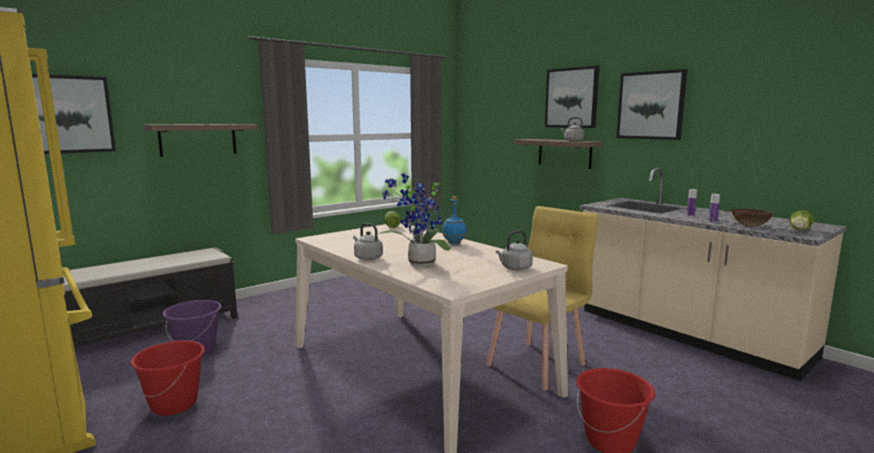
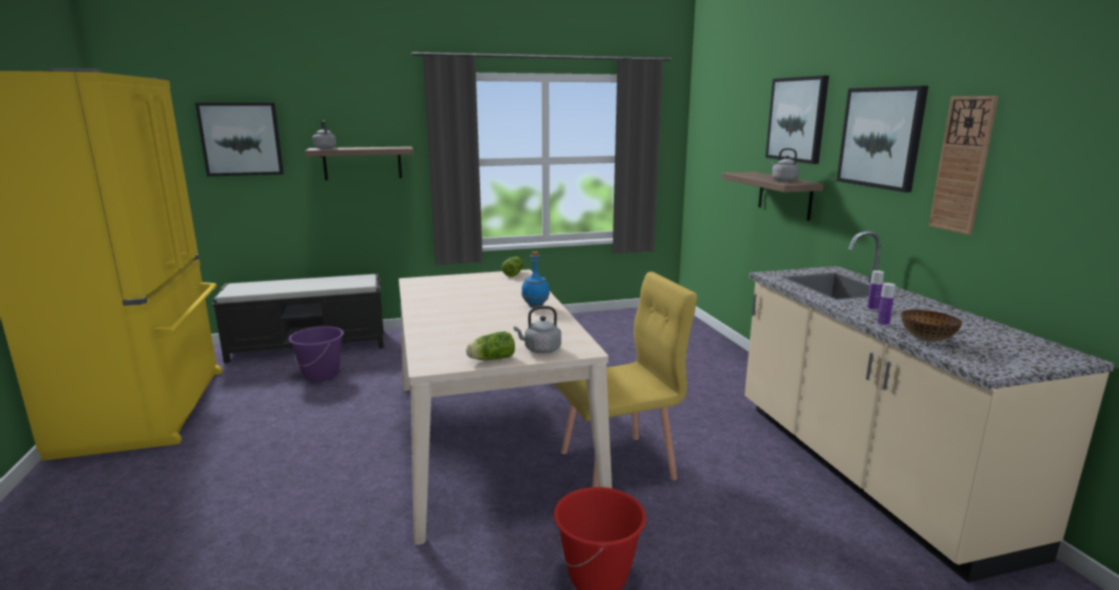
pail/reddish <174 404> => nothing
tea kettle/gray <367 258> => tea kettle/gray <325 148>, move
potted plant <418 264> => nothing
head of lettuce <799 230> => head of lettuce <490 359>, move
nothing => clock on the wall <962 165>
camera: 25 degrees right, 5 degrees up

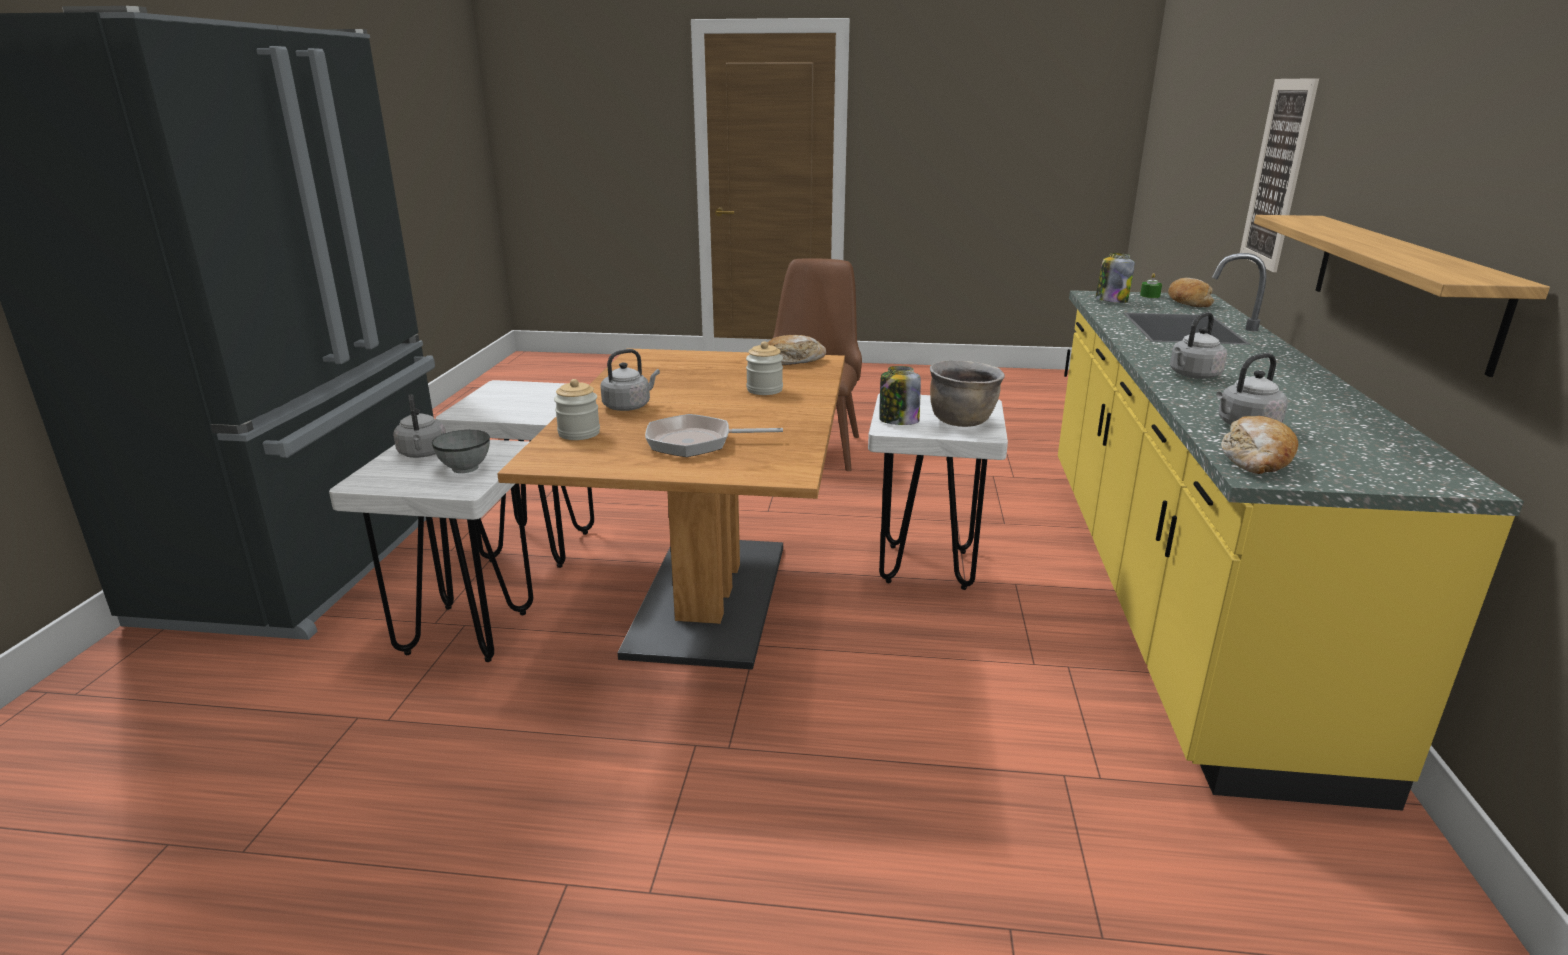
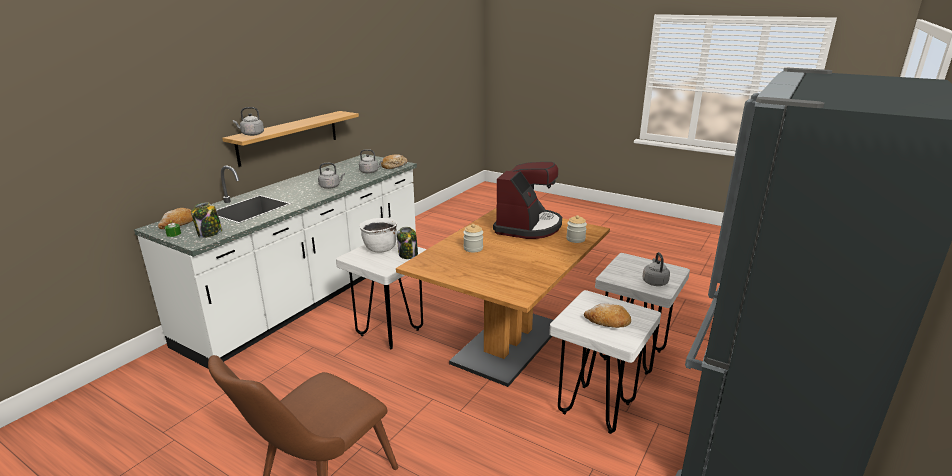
serving bowl/gray <465 468> => nothing
tea kettle/gray <629 406> => tea kettle/gray <251 134>, move
frying pan <696 442> => coffee maker <528 226>
bread <792 360> => bread <607 322>, move
saucepot/brownish <962 421> => saucepot/white <380 249>
kitchen counter/yellow-coloured <1172 593> => kitchen counter/white <312 294>
picture <1277 174> => nothing
camera: 155 degrees left, 0 degrees up

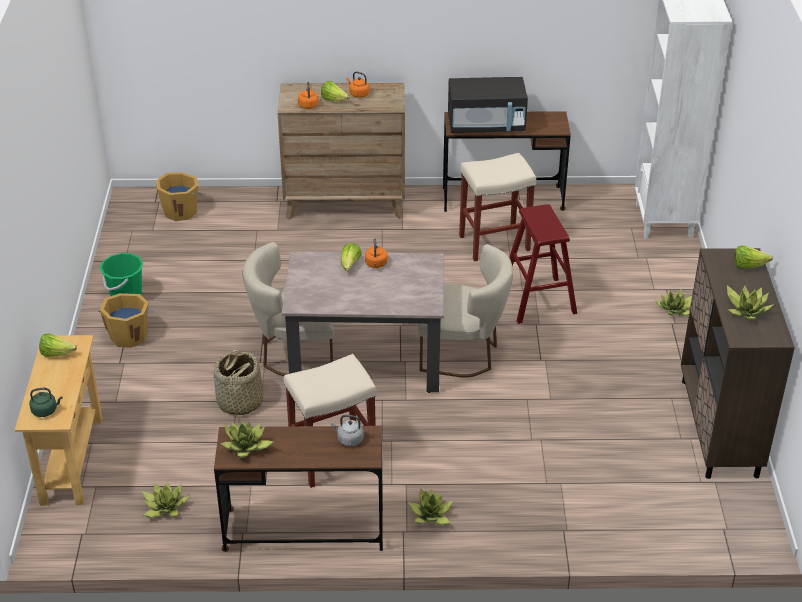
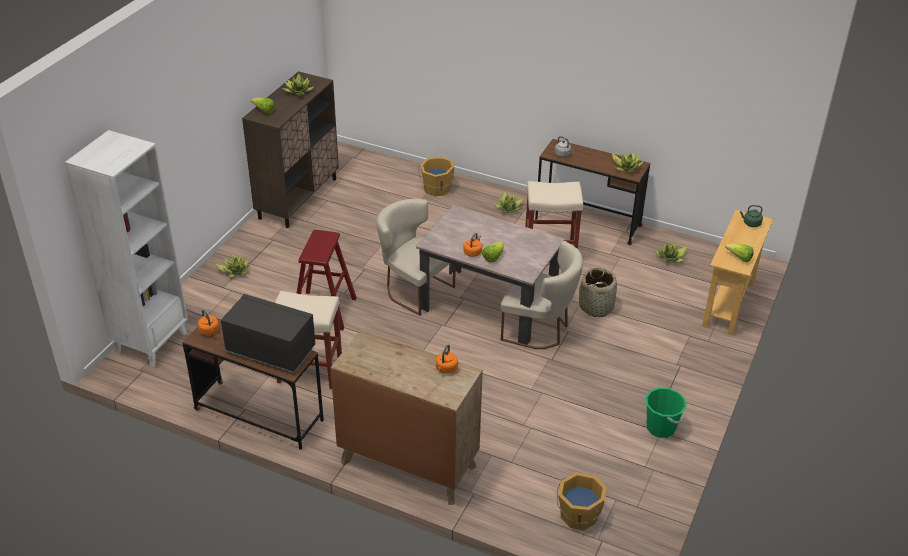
pail/orangey <129 335> => pail/orangey <436 189>, move
head of lettuce <334 100> => nothing
tea kettle/orangey <358 94> => tea kettle/orangey <209 331>, move
camera: 155 degrees left, 0 degrees up

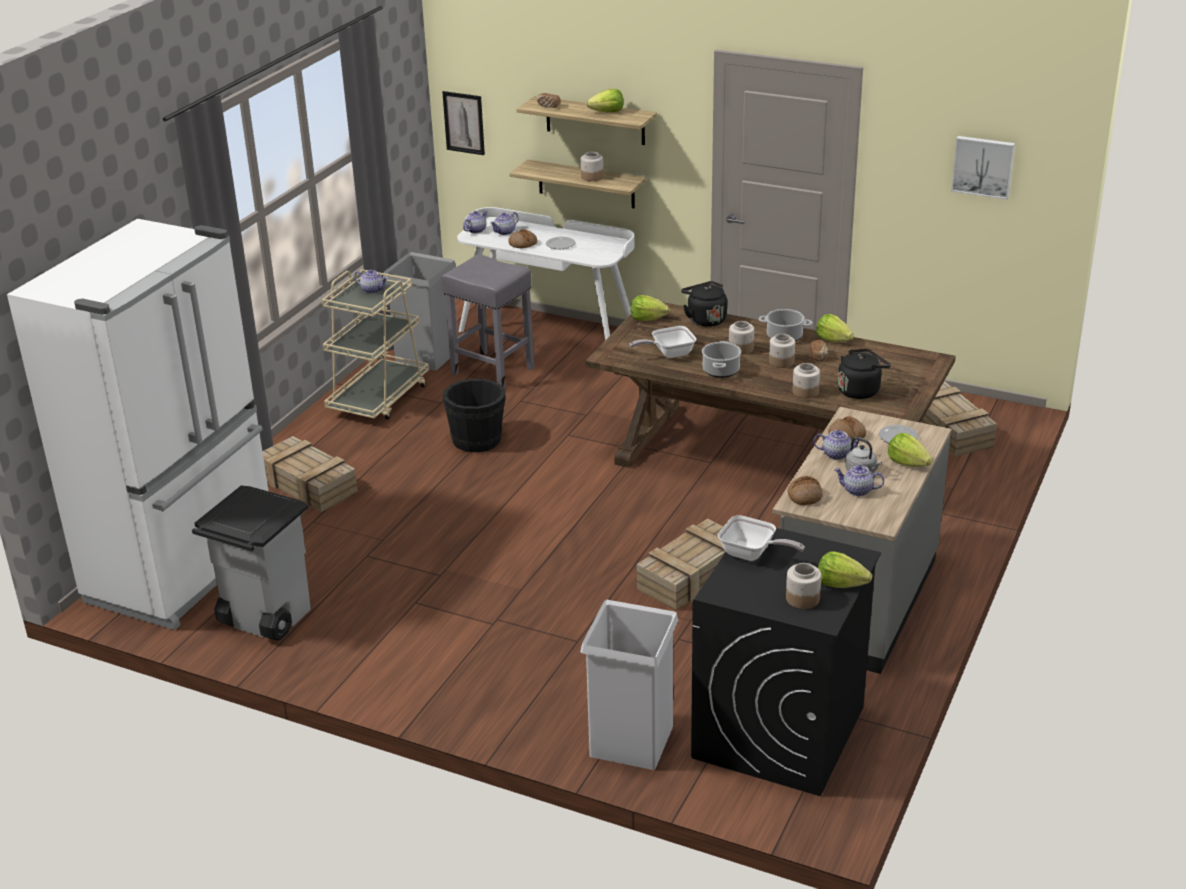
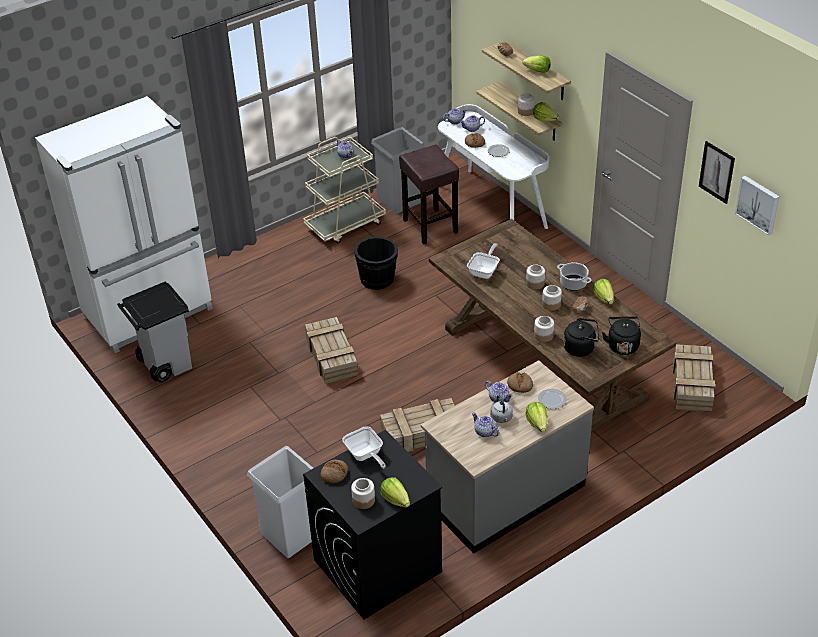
packing crate <309 485> => packing crate <332 357>, move
picture <464 123> => picture <716 172>, move
sitting stool/gray <491 371> => sitting stool/brownish <429 226>
frying pan <668 354> => frying pan <484 271>, 105 degrees clockwise
head of lettuce <647 319> => head of lettuce <545 119>, move
tea kettle/black <705 319> => tea kettle/black <622 345>, move
saucepot <721 371> => nothing
bread <804 496> => bread <334 474>, move
camera: 30 degrees right, 10 degrees up

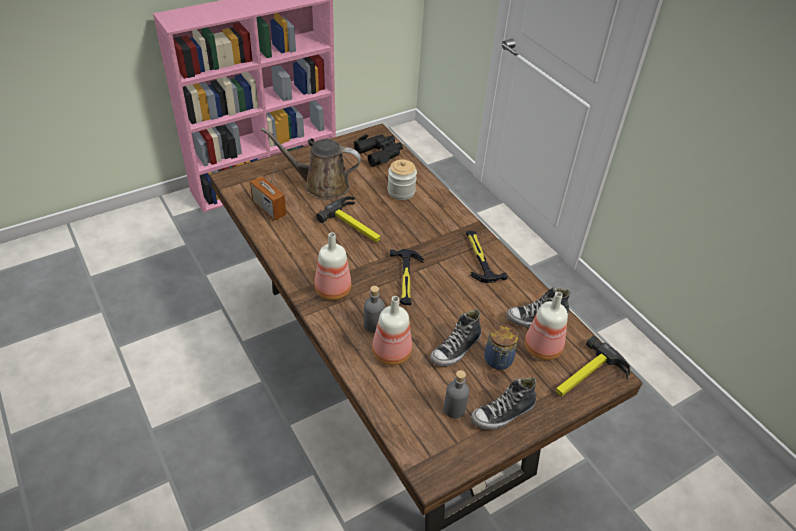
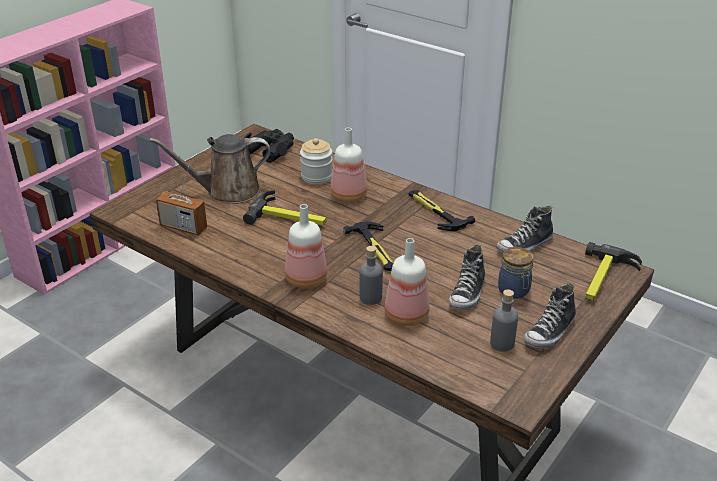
drink bottle <542 347> => drink bottle <348 195>, move
camera: 20 degrees left, 10 degrees down

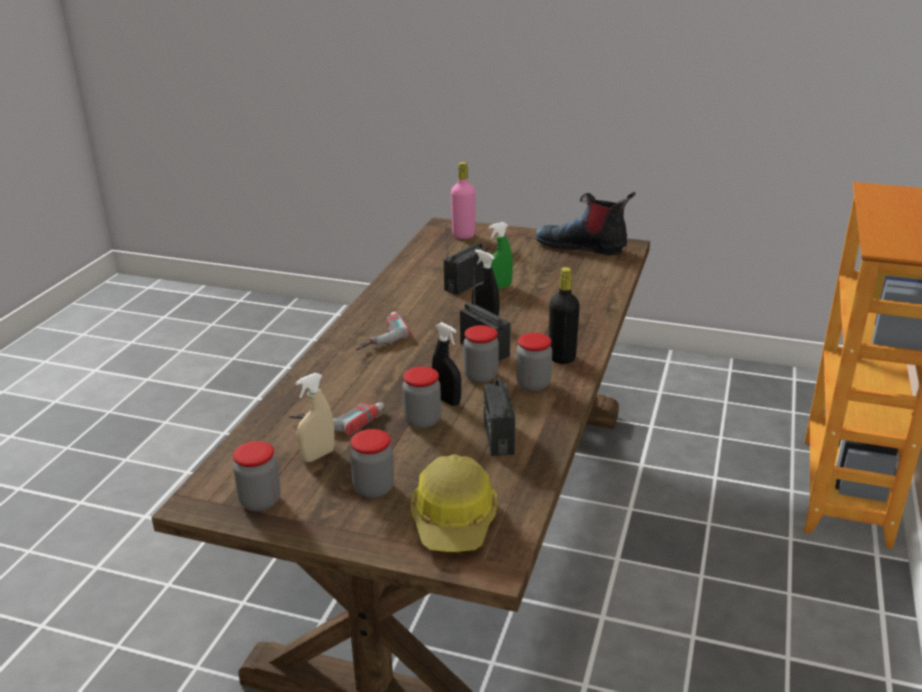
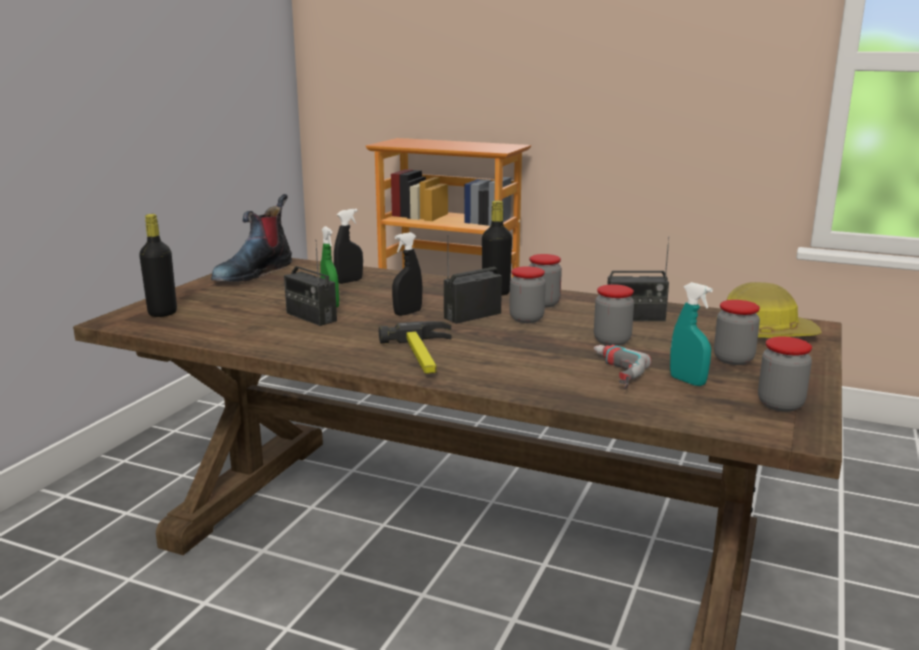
spray bottle/beige-coloured <318 455> => spray bottle/turquoise <687 381>
power drill <378 335> => tool hammer <424 356>
spray bottle/black <447 400> => spray bottle/black <349 281>, move
drink bottle/pink <463 235> => drink bottle/black <162 313>
camera: 85 degrees left, 10 degrees down

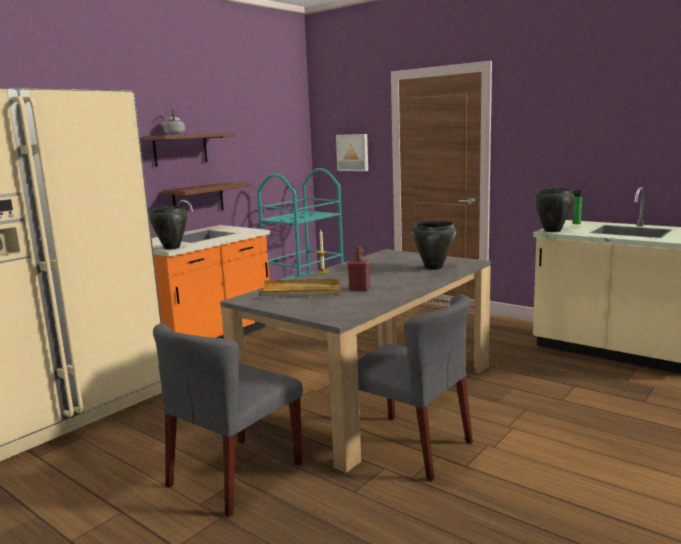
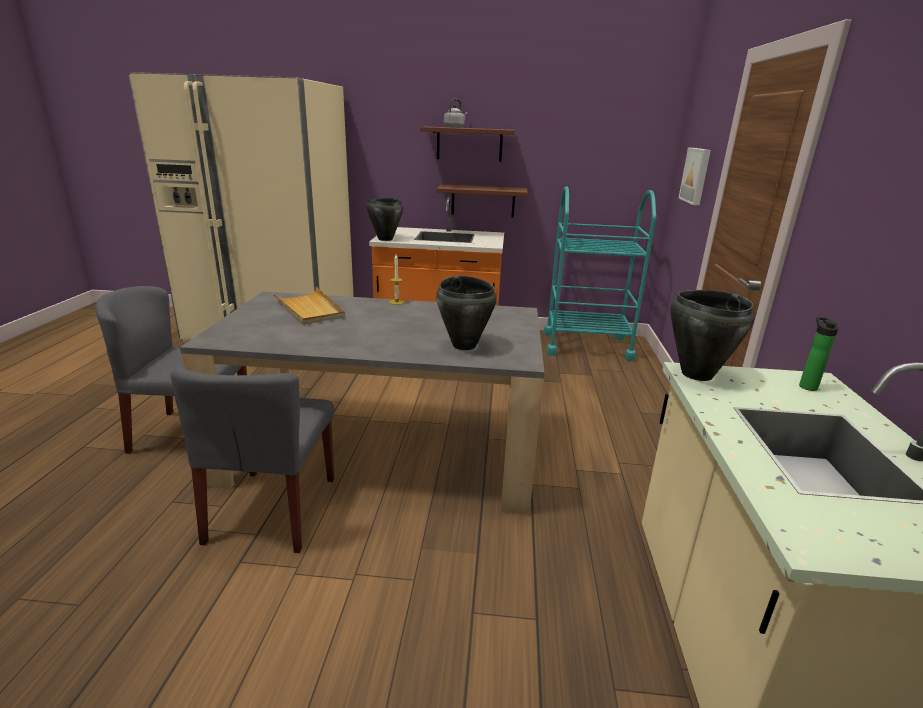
drink bottle/reddish <359 289> => nothing
camera: 55 degrees right, 10 degrees up

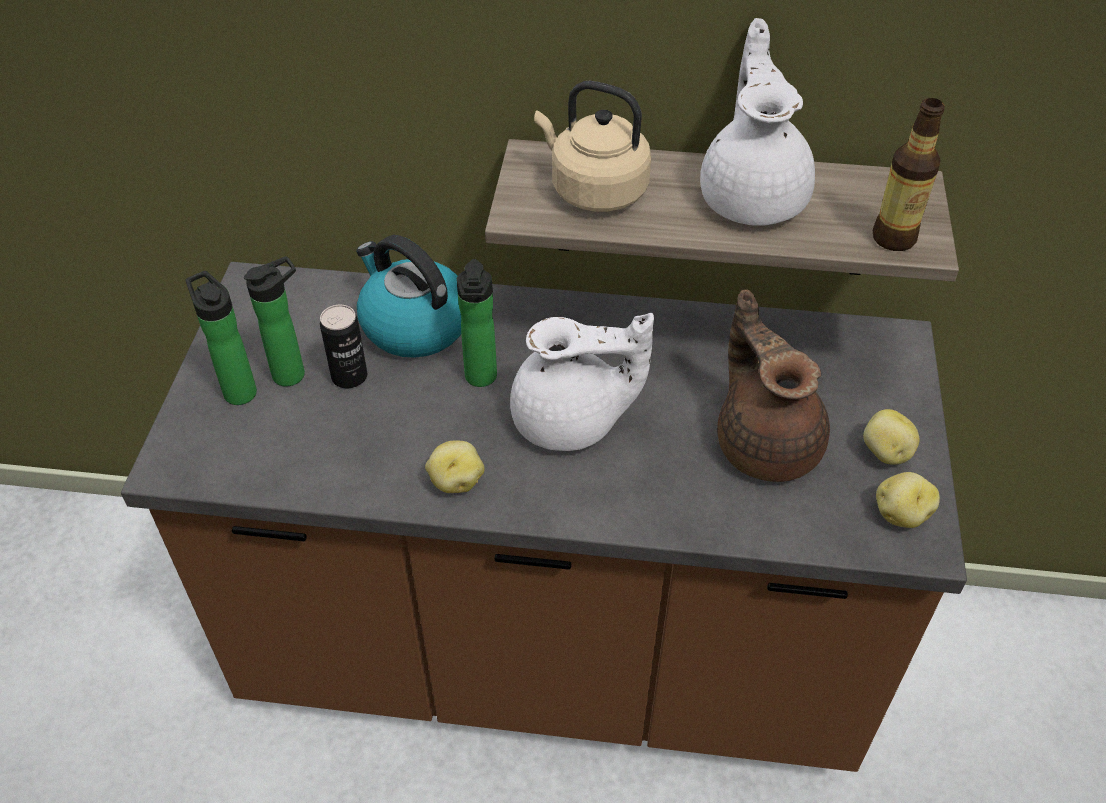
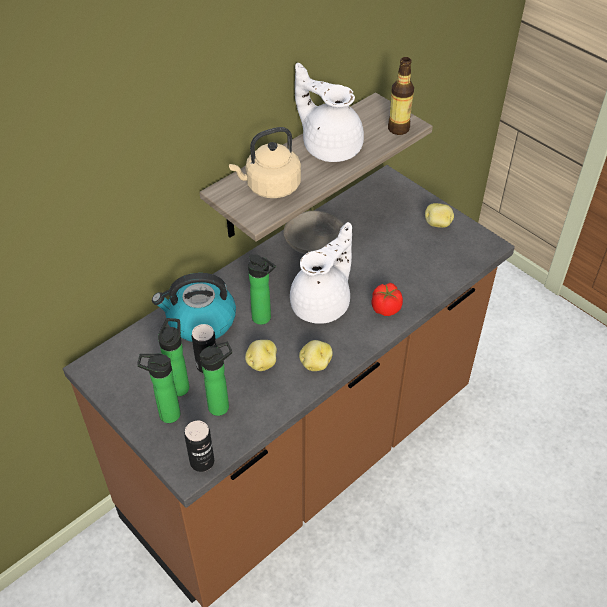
teapot/brownish <766 442> => nothing
potato <900 514> => potato <261 363>, move
nothing => can <202 461>
nothing => drink bottle <222 406>
nothing => serving bowl/gray <315 241>
nothing => tomato <386 308>
camera: 50 degrees left, 0 degrees up

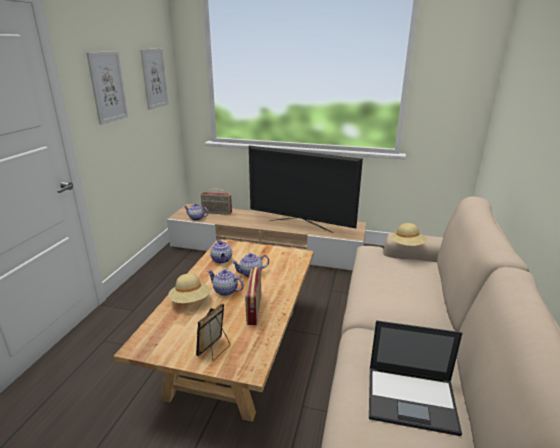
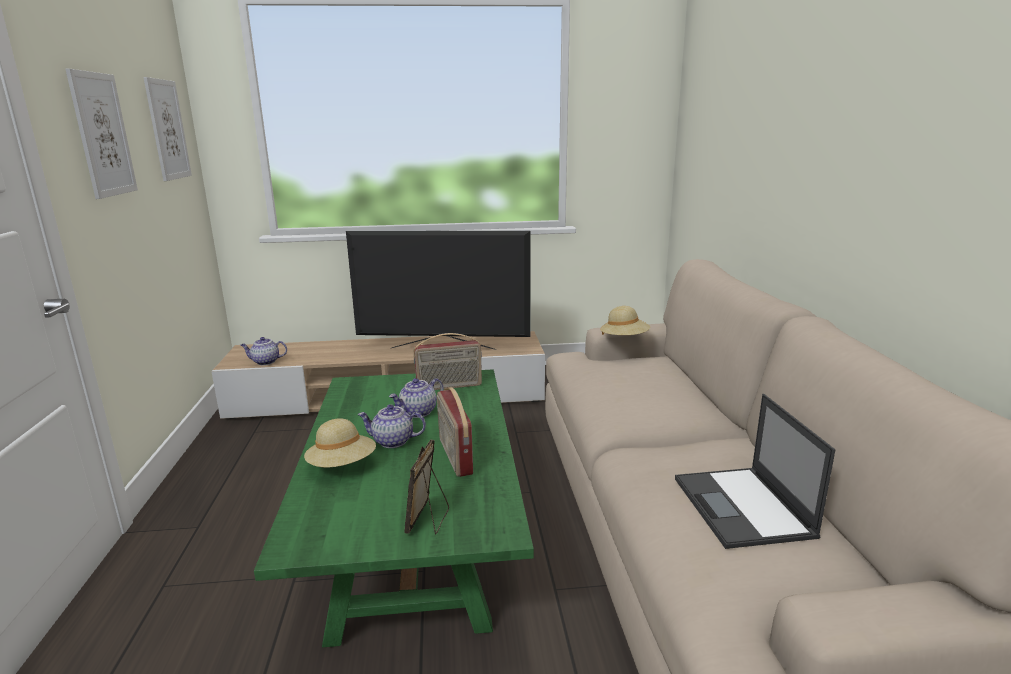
coffee table/beige-coloured <236 350> => coffee table/green-coloured <415 542>
radio <216 213> => radio <449 386>, move
teapot <222 260> => nothing
portable computer <412 399> => portable computer <743 508>, 90 degrees clockwise
camera: 20 degrees left, 5 degrees down

